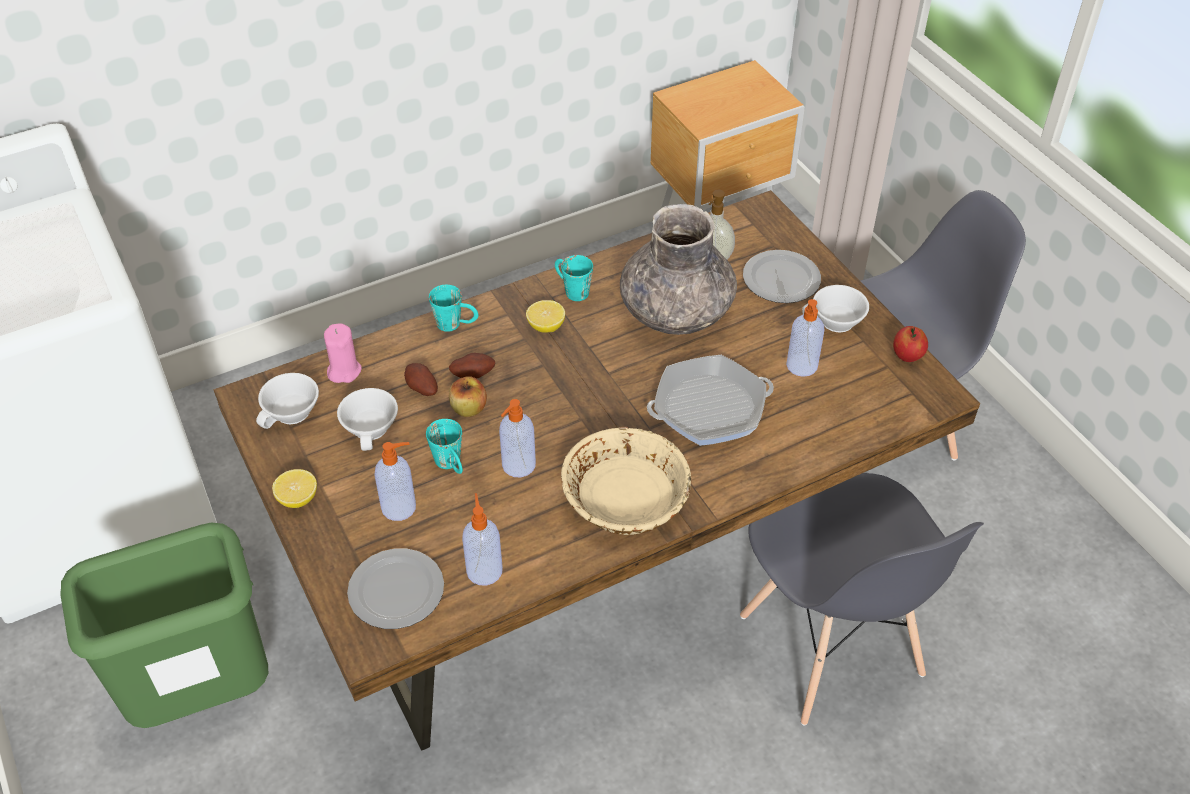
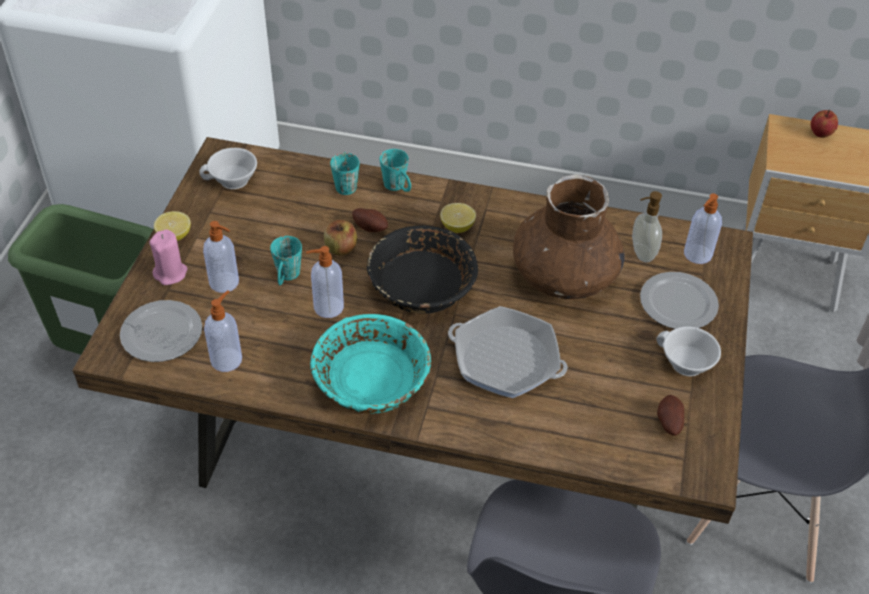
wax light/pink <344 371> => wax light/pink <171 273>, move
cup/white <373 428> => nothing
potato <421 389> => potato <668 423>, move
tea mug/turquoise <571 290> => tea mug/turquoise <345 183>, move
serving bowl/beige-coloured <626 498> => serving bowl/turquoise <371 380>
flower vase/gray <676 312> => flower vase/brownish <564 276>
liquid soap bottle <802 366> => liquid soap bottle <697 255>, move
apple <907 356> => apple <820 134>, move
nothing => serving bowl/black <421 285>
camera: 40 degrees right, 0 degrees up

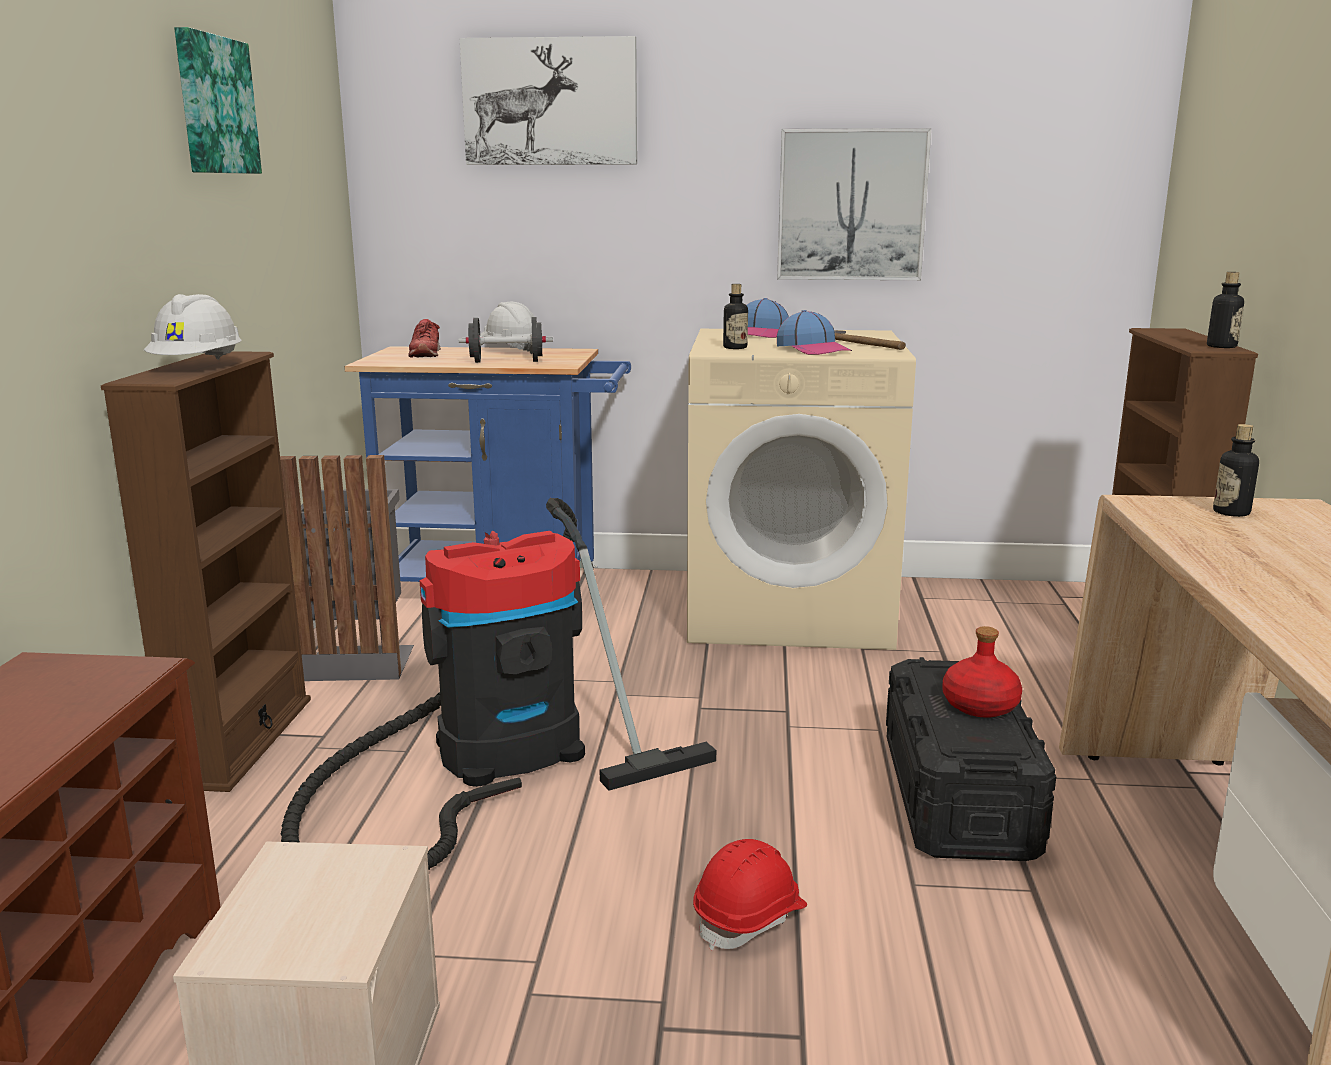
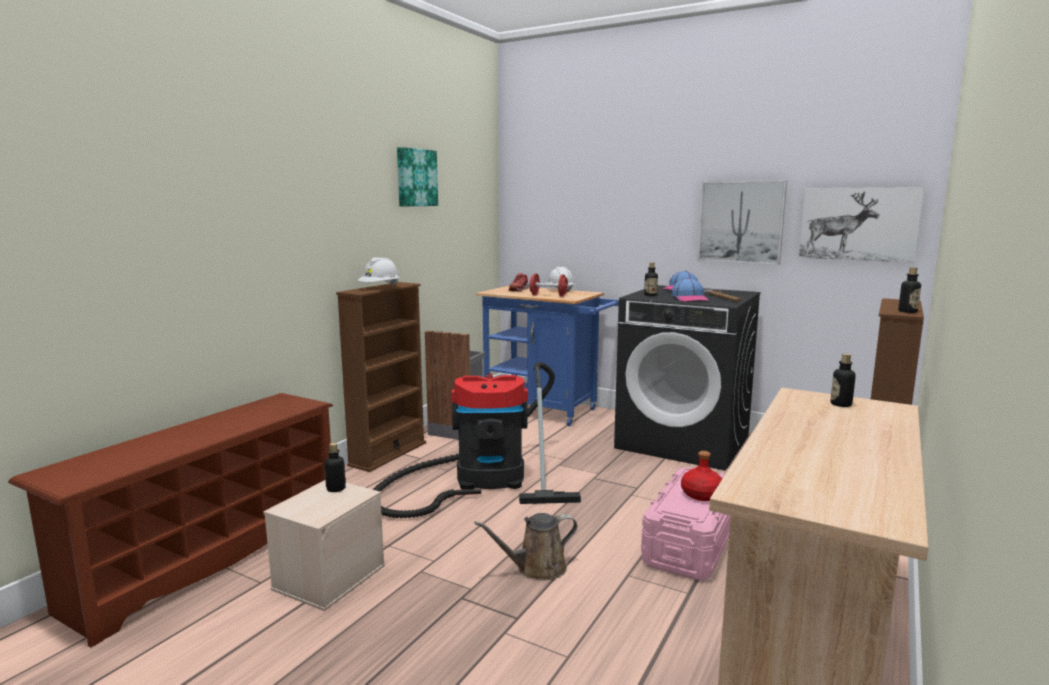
free weight/black <506 361> => free weight/reddish <548 295>
picture <550 102> => picture <858 224>, move
laundry appliance/beige-coloured <790 610> => laundry appliance/black <684 442>
work helmet/reddish <750 918> => watering can/brownish <536 568>
storage container/black <958 795> => storage container/pink <691 543>
nothing => drink bottle <336 489>
camera: 25 degrees right, 5 degrees down

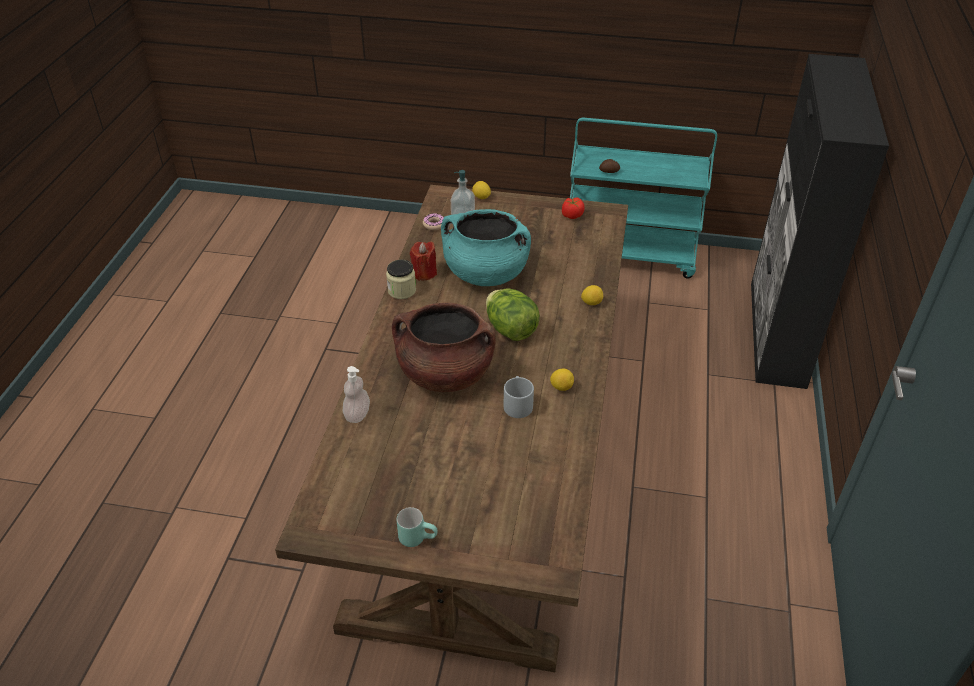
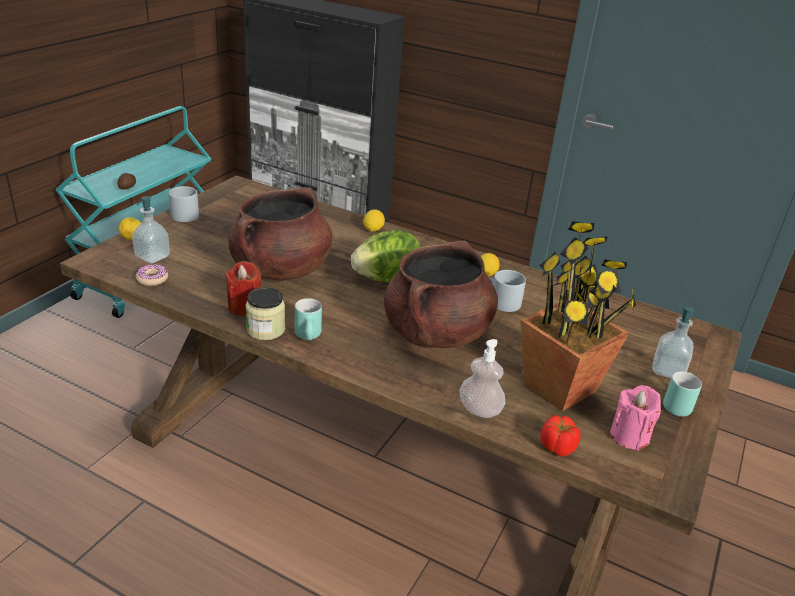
saucepot/turquoise <485 274> => saucepot/brownish <280 270>
tomato <572 215> => tomato <557 447>, move
nothing => tea mug/gray <184 213>
nothing => tea mug/turquoise <310 337>
nothing => potted plant <560 387>
nothing => wax light/pink <629 436>
nothing => liquid soap bottle <667 370>
camera: 75 degrees left, 10 degrees down

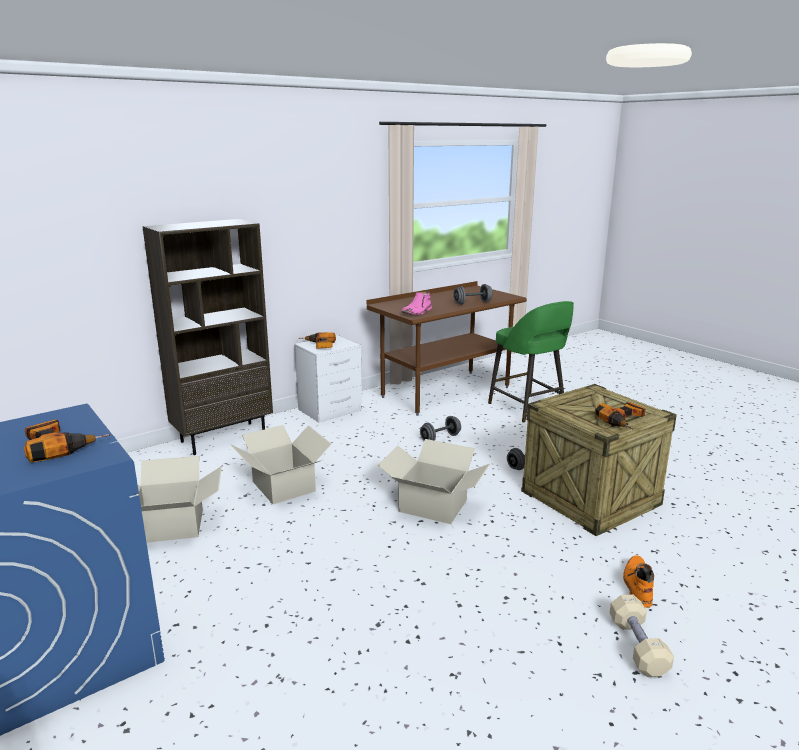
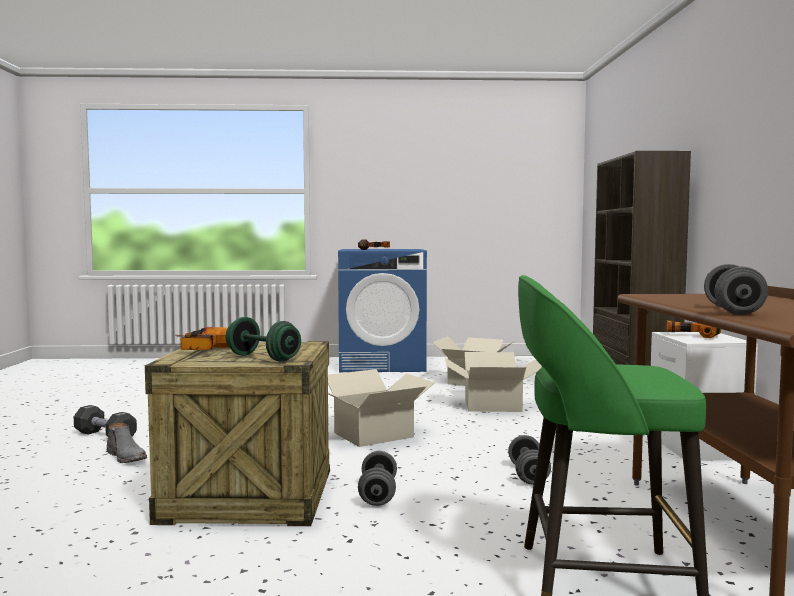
tall boot/pink <417 312> => nothing
free weight/beige-coloured <637 646> => free weight/black <105 436>
tall boot/orangey <637 585> => tall boot/gray <127 457>
nothing => free weight/green-coloured <263 358>
camera: 125 degrees right, 15 degrees down

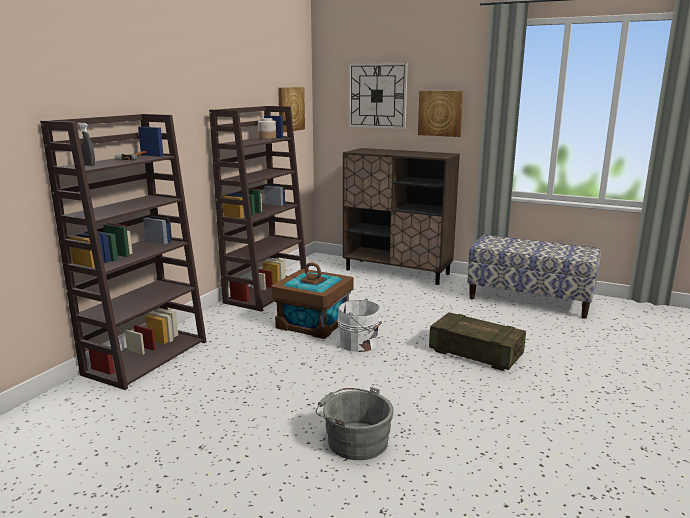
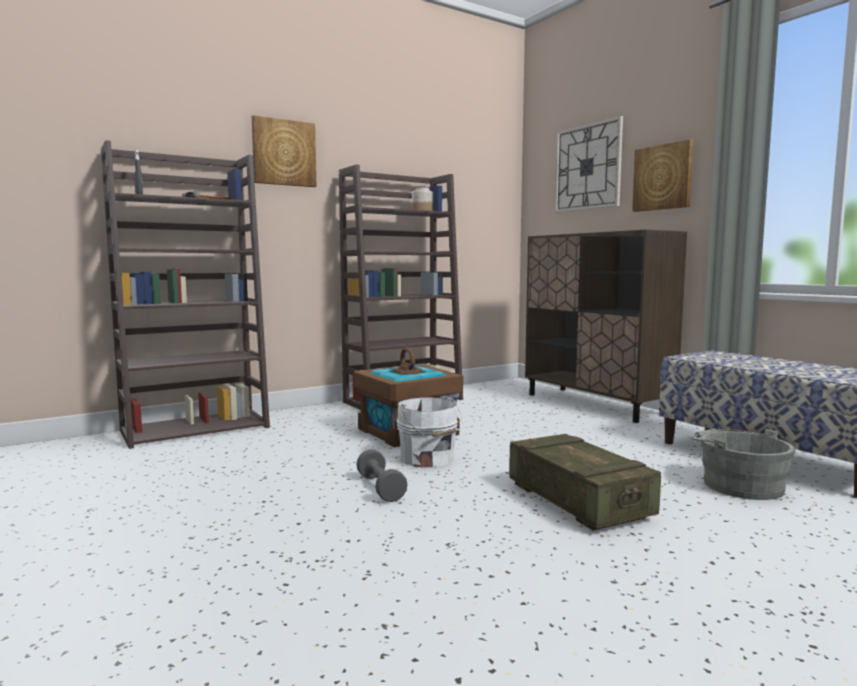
picture <290 109> => picture <284 153>, move
pail/gray <354 440> => pail/gray <738 485>, move
nothing => free weight/gray <380 488>
camera: 30 degrees right, 10 degrees down

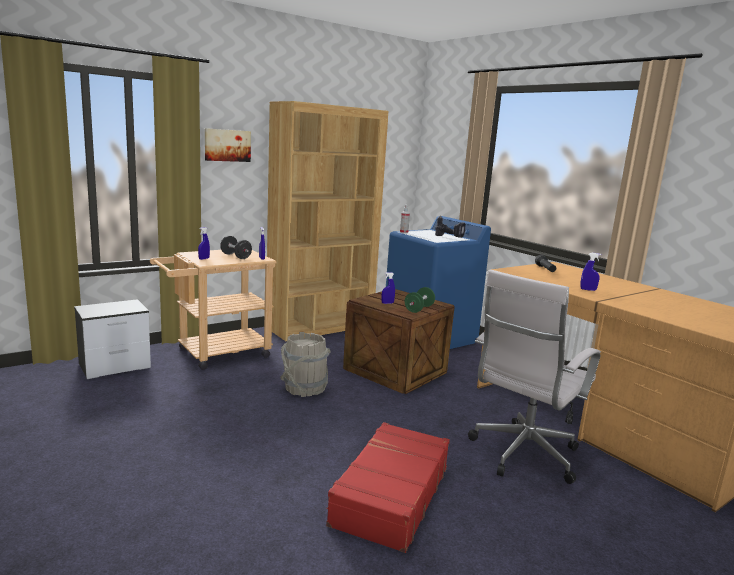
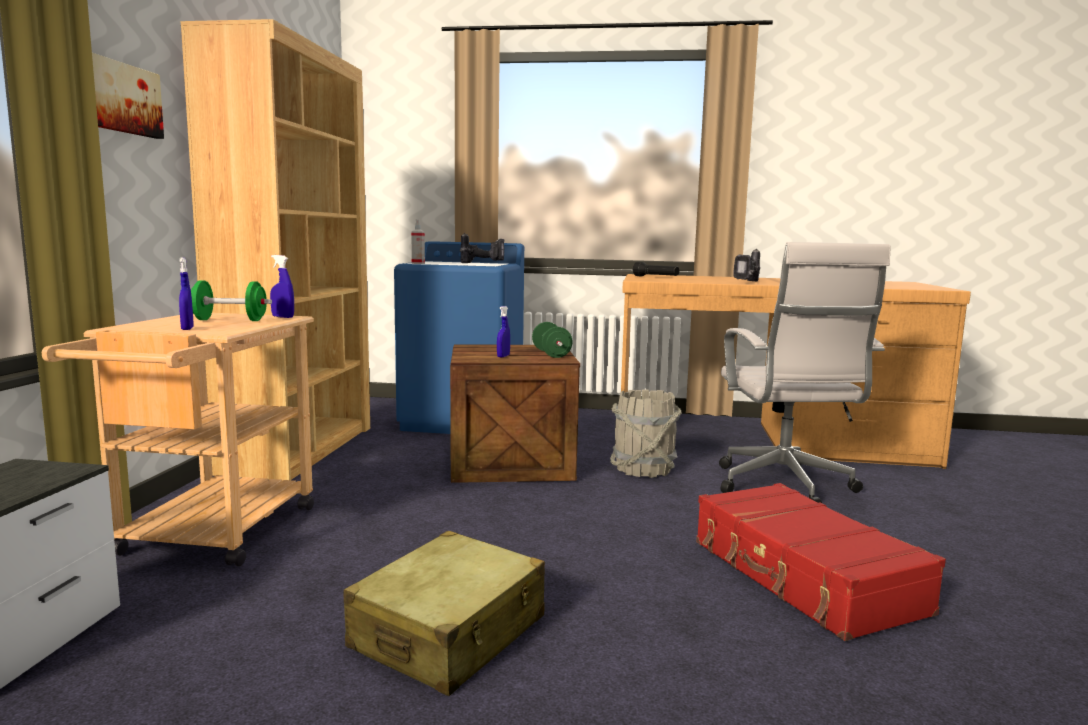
free weight/black <236 256> => free weight/green-coloured <230 320>
pail/gray <304 388> => pail/gray <643 469>, move
spray bottle/blue-coloured <588 290> => power drill <748 282>
nothing => piece of luggage/beige-coloured <449 633>
camera: 45 degrees left, 5 degrees down

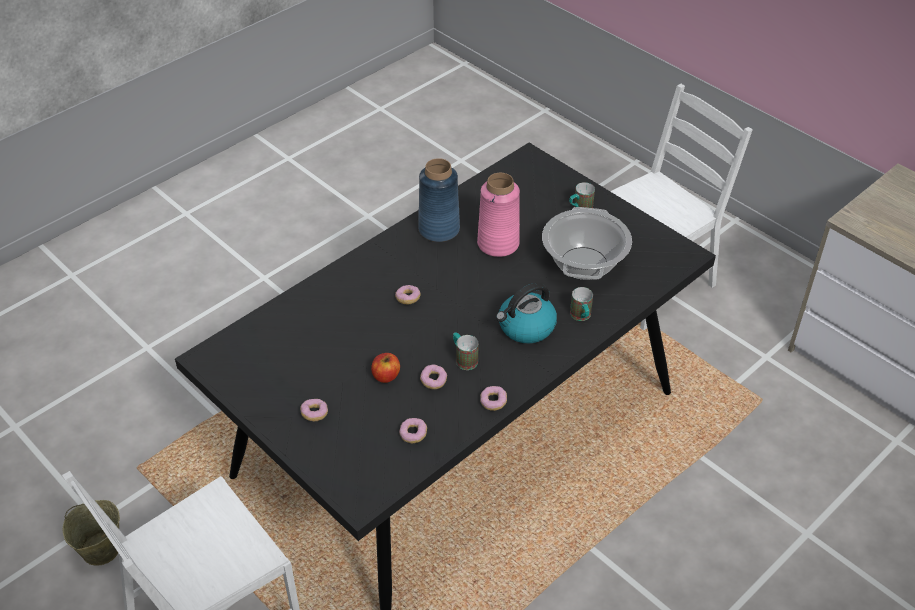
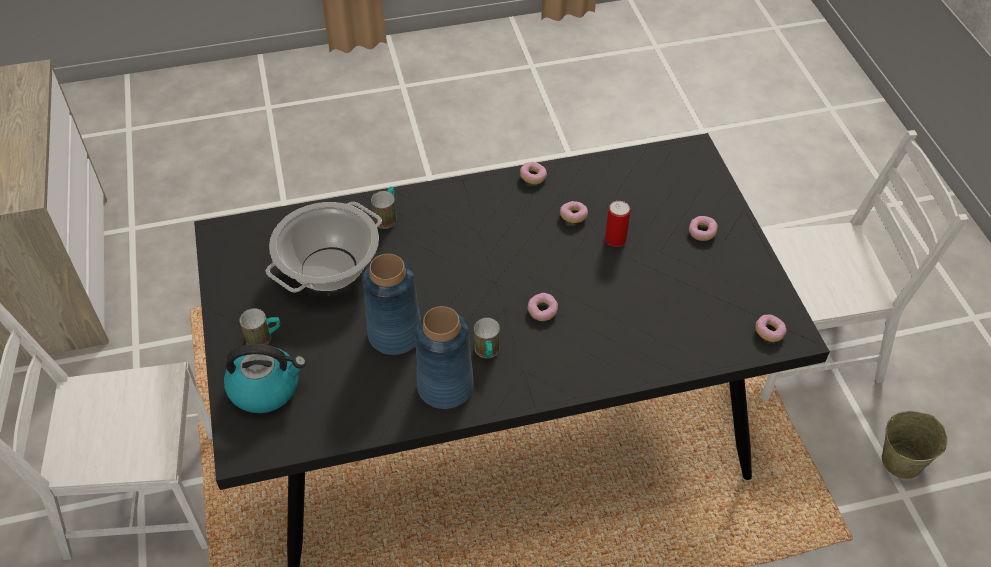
apple <386 376> => can <615 239>
doughnut <413 434> => doughnut <769 332>, move
tea mug <464 359> => tea mug <487 353>, move
flower vase/pink <498 244> => flower vase/blue-coloured <394 334>
tea kettle <526 327> => tea kettle <266 388>, move
camera: 150 degrees left, 5 degrees up

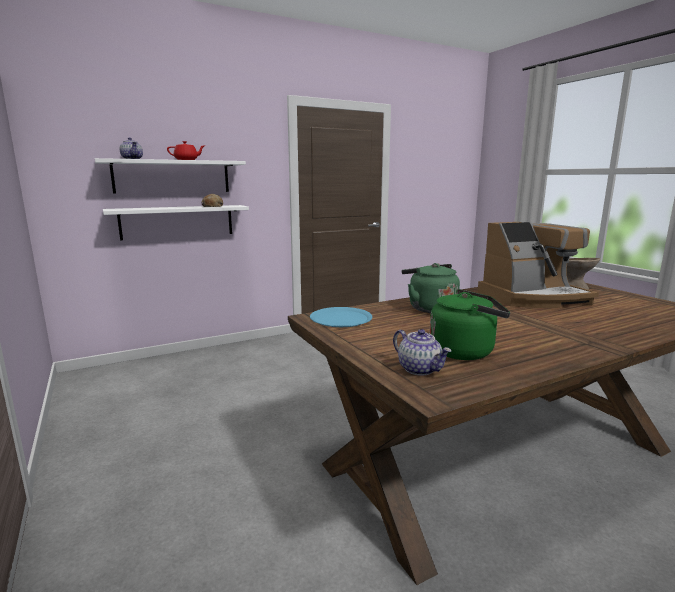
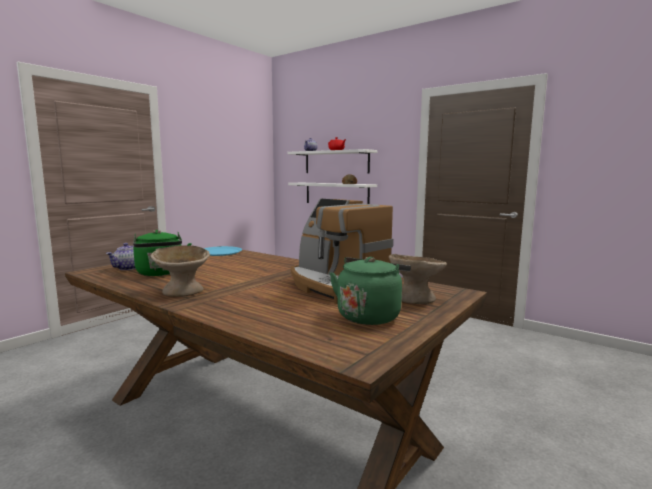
tea kettle/green-coloured <429 308> => tea kettle/green-coloured <369 315>, move
nothing => serving bowl/beige-coloured <183 291>
camera: 65 degrees right, 5 degrees down

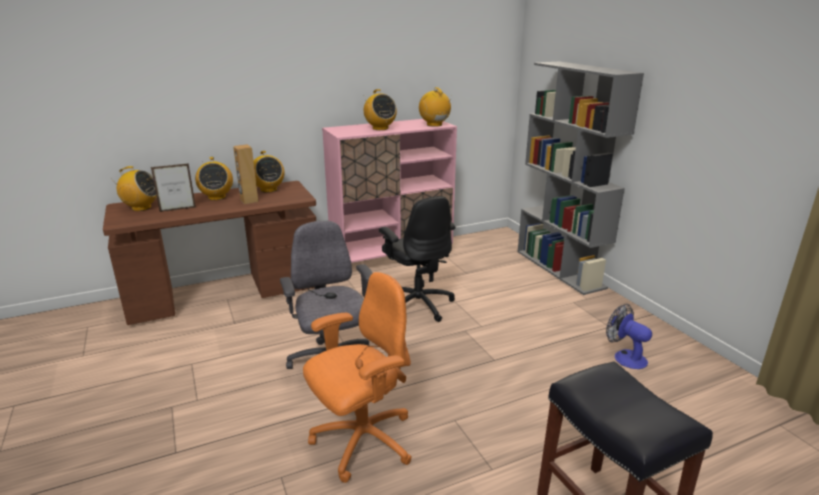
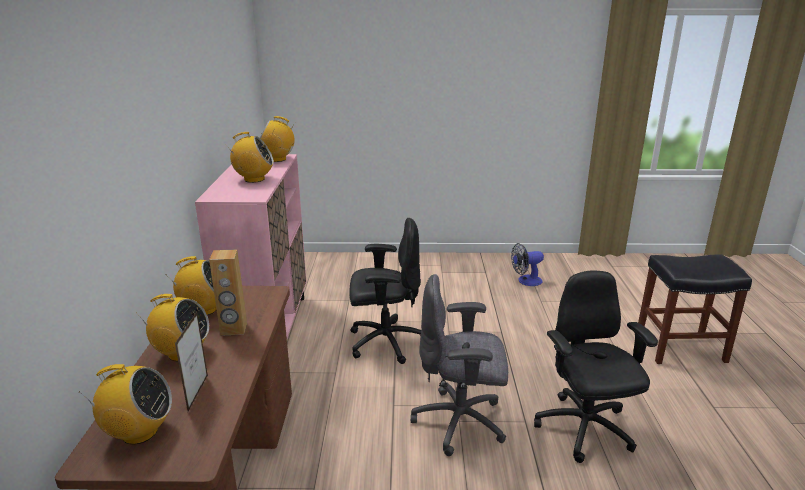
radio <141 208> => radio <139 432>, 60 degrees clockwise
office chair/orangey <361 441> => office chair/black <584 429>
shelving unit/gray <560 269> => nothing
camera: 65 degrees left, 0 degrees up

